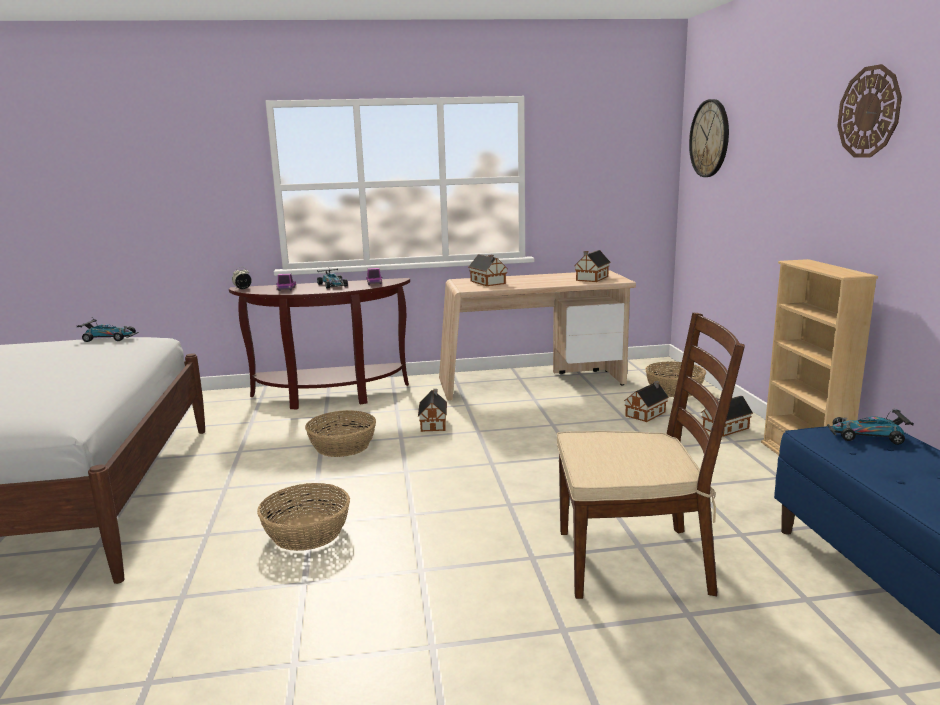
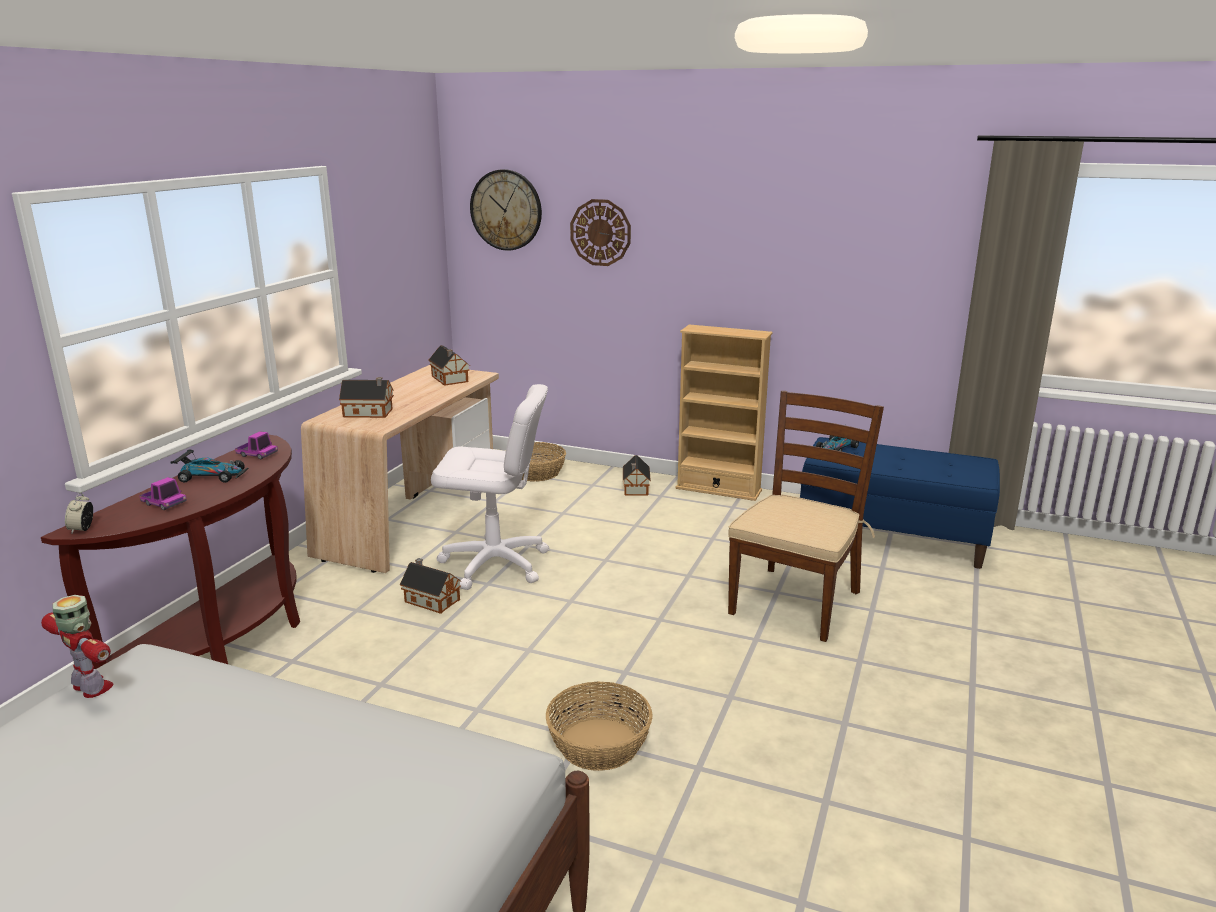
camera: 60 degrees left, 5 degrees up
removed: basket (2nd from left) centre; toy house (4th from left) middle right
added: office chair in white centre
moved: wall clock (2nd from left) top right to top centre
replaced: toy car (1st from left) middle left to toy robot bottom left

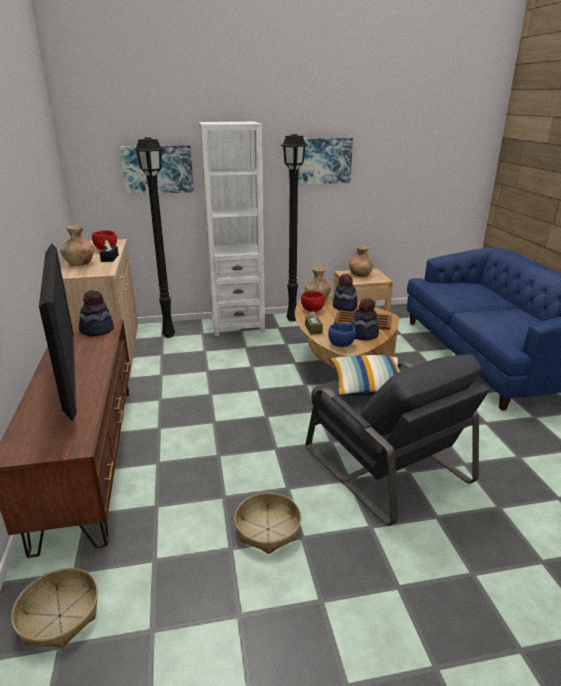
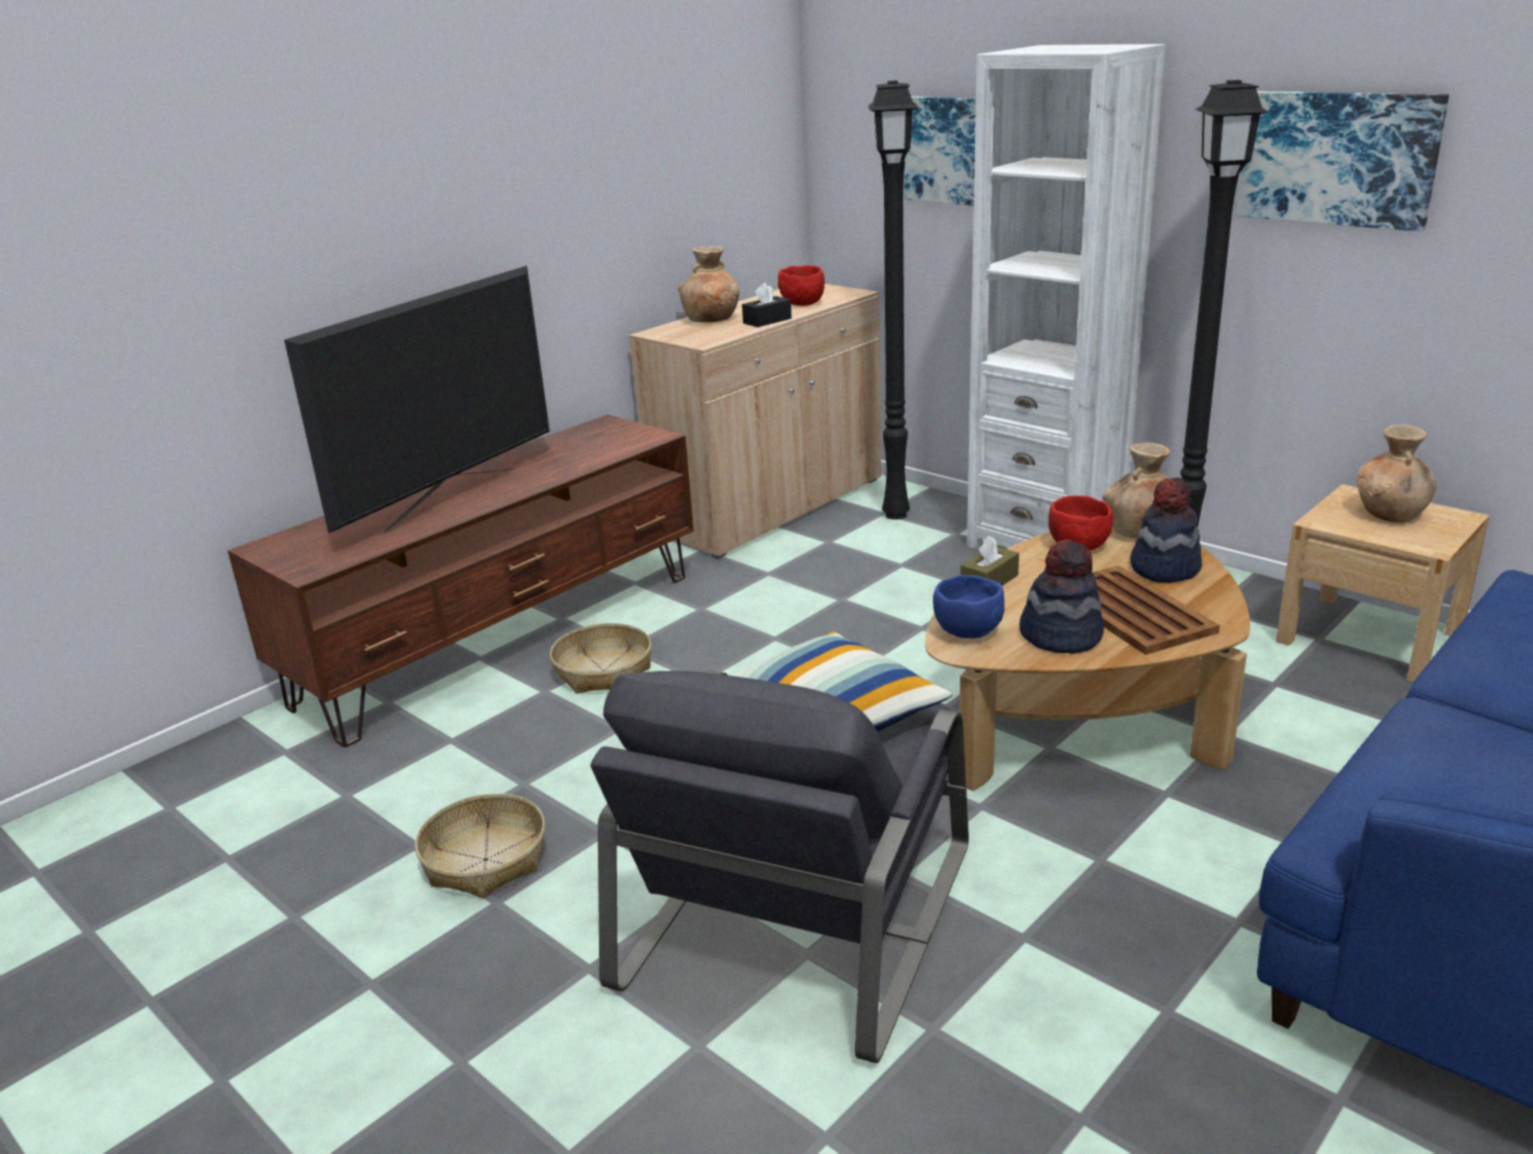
camera: 55 degrees right, 0 degrees up
removed: hat (1st from left) middle left
moved: basket (1st from left in the first image) bottom left to basket (2nd from left) centre

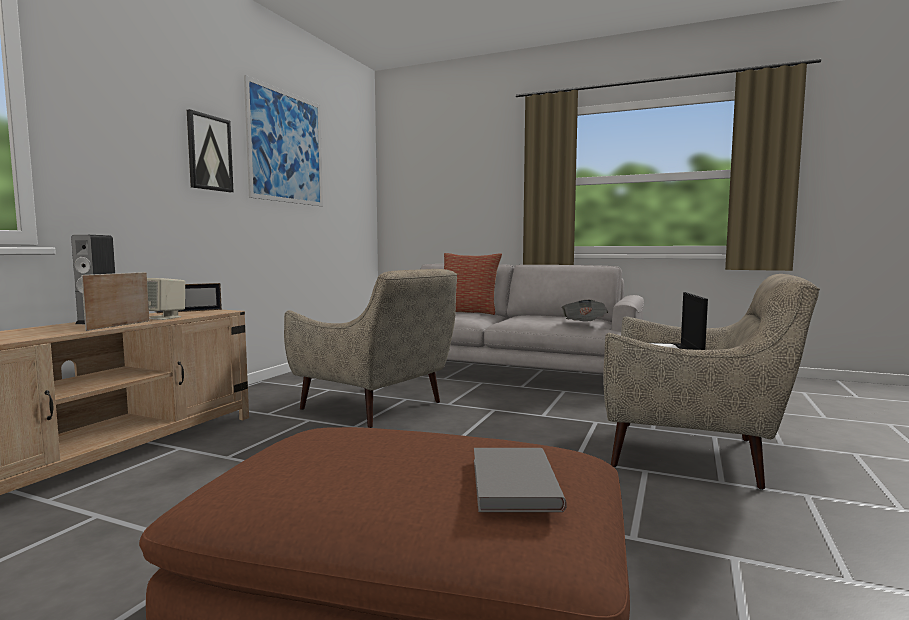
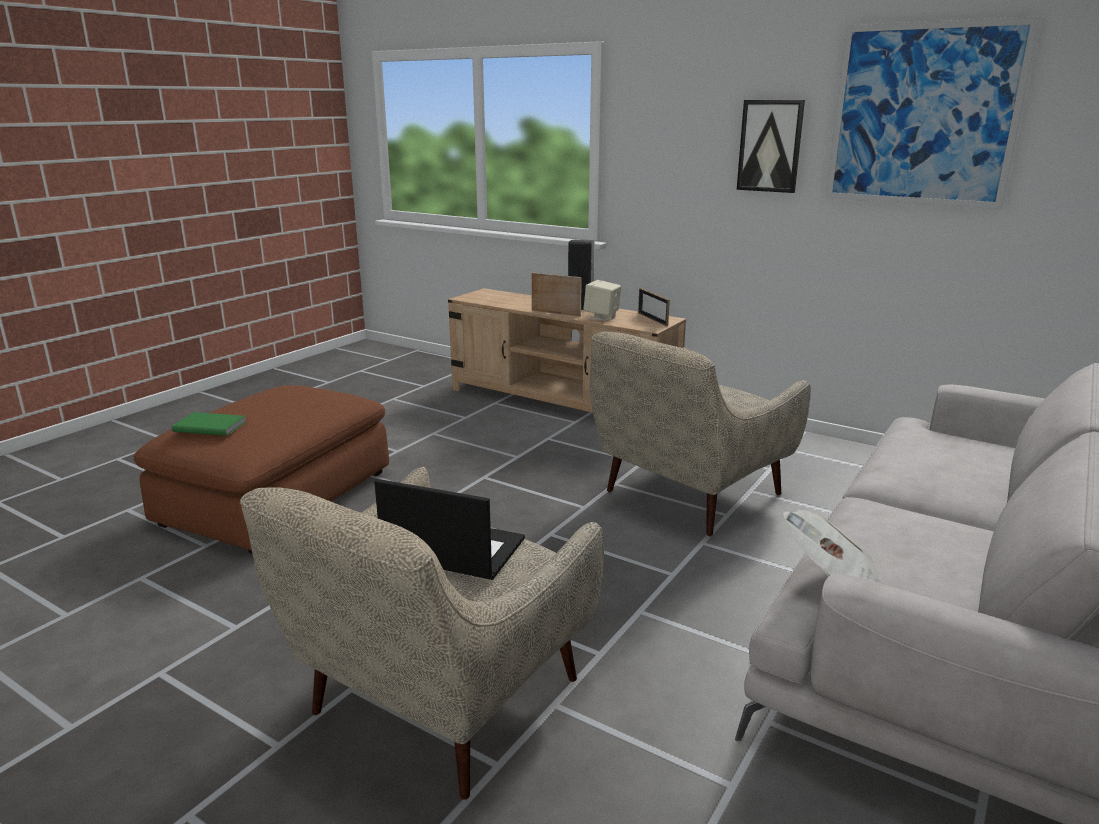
camera: 100 degrees right, 15 degrees up
removed: pillow centre
recoloured: book in grey bottom centre to book in green middle left

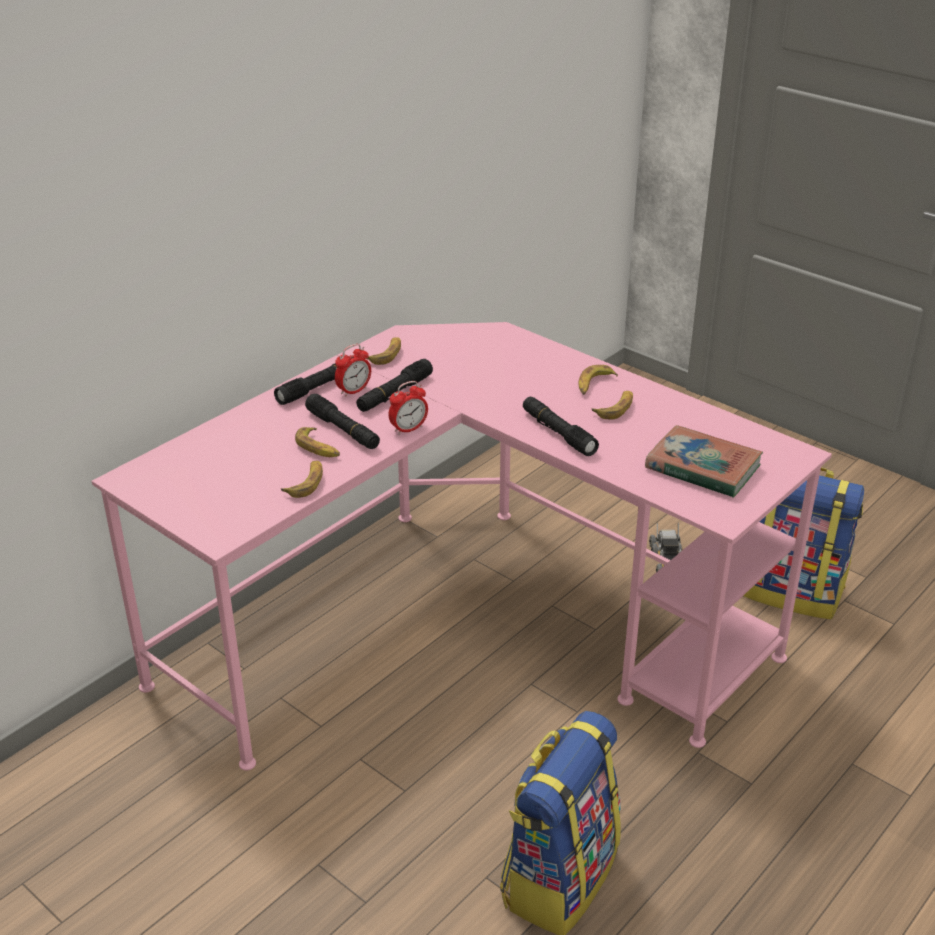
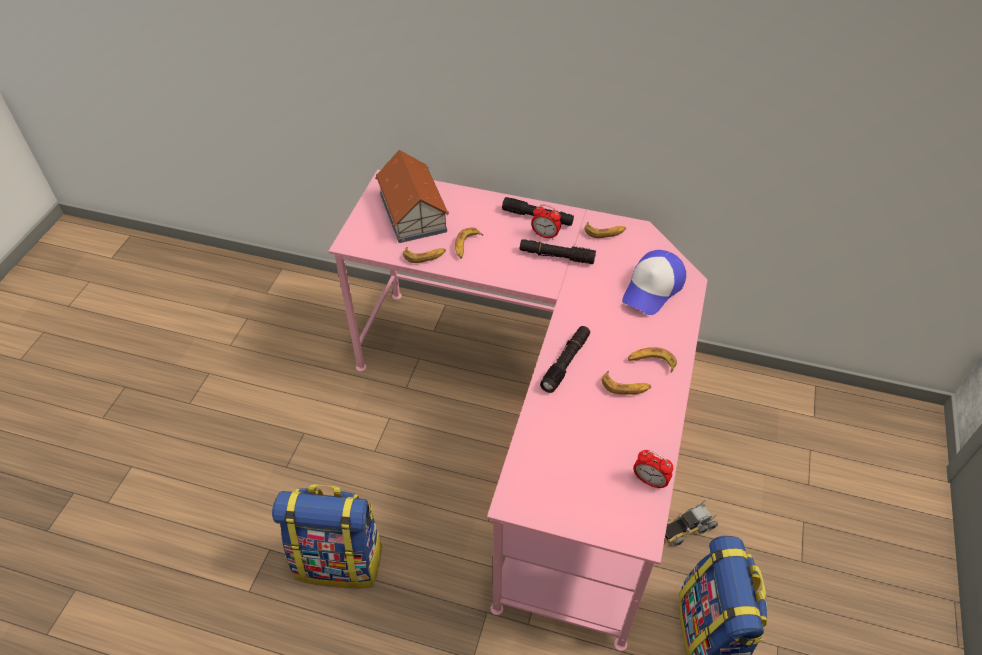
camera: 65 degrees right, 15 degrees up
removed: flashlight in black (2nd from left) centre; book middle right
added: toy house top centre; cap centre
moved: alarm clock (2nd from left) centre to bottom centre

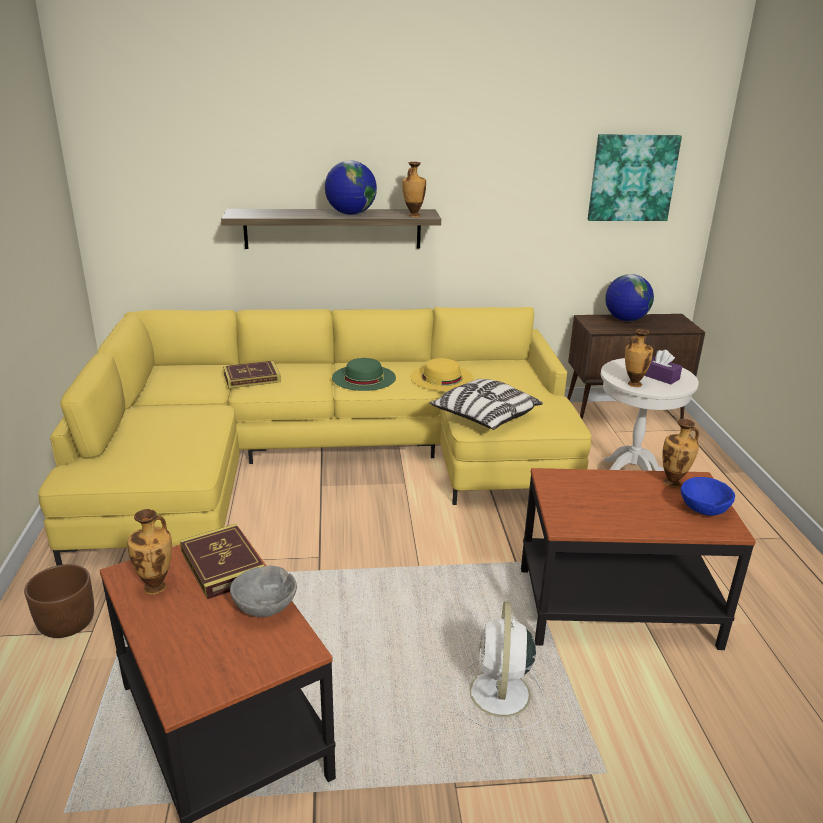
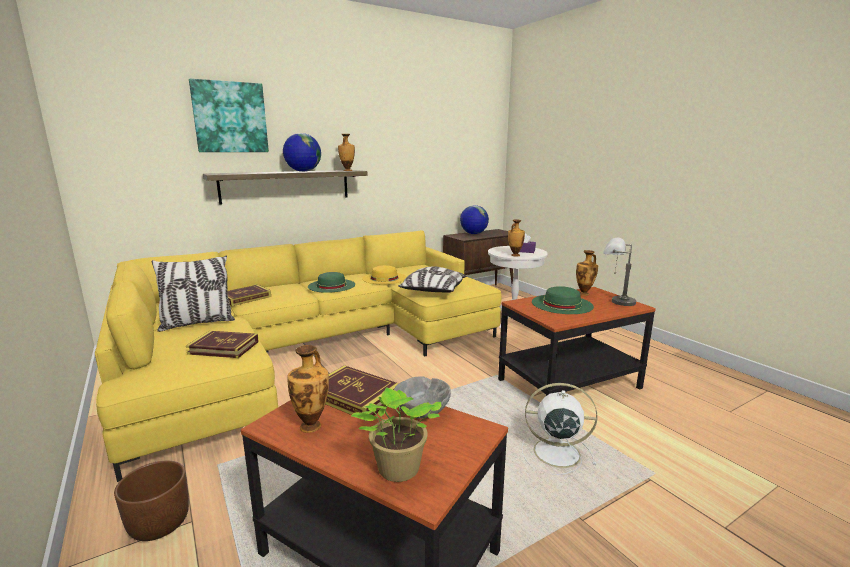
camera: 25 degrees left, 10 degrees down
added: pillow (1st from left) middle left; book (1st from left) middle left; potted plant bottom centre; hat in green (2nd from left) centre
moved: picture top right to top left
replaced: bowl in blue middle right to table lamp in grey middle right
turned: fan in white bottom centre = bottom centre 120 degrees clockwise

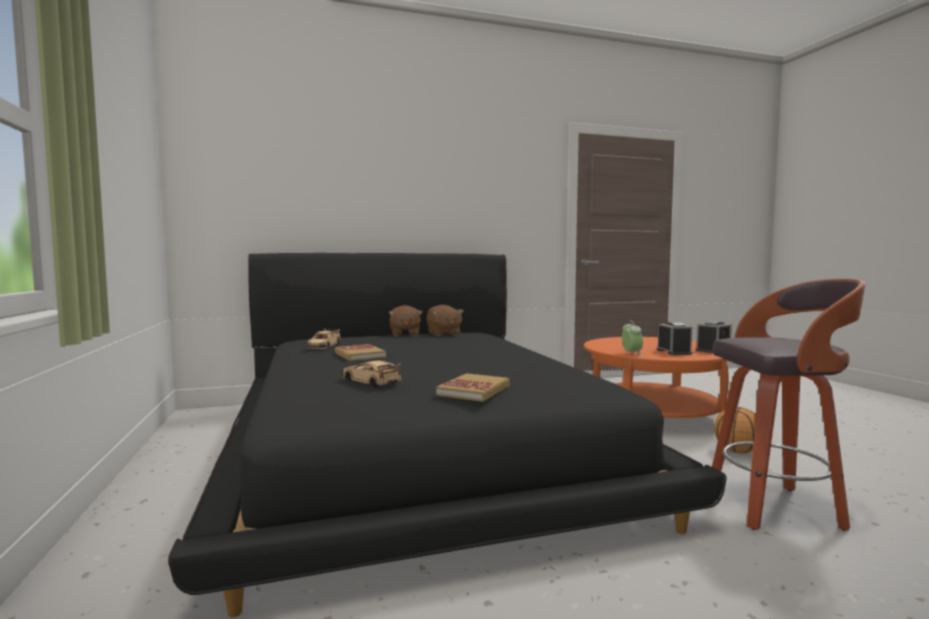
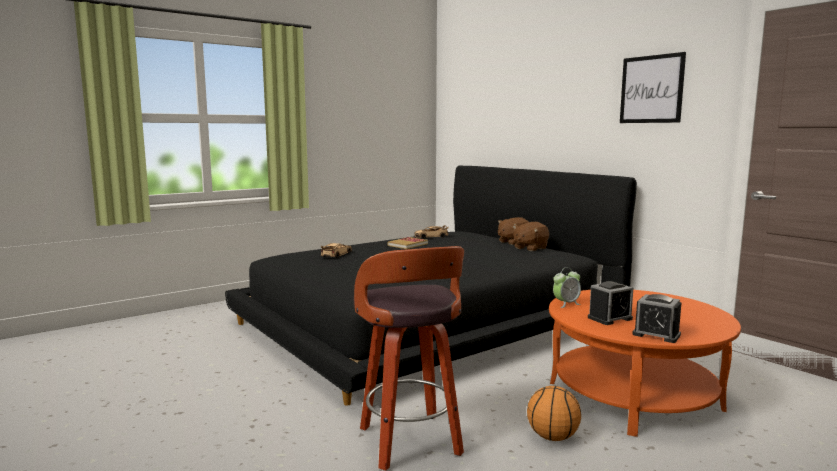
camera: 70 degrees right, 5 degrees up
removed: book (2nd from left) centre
added: picture top right

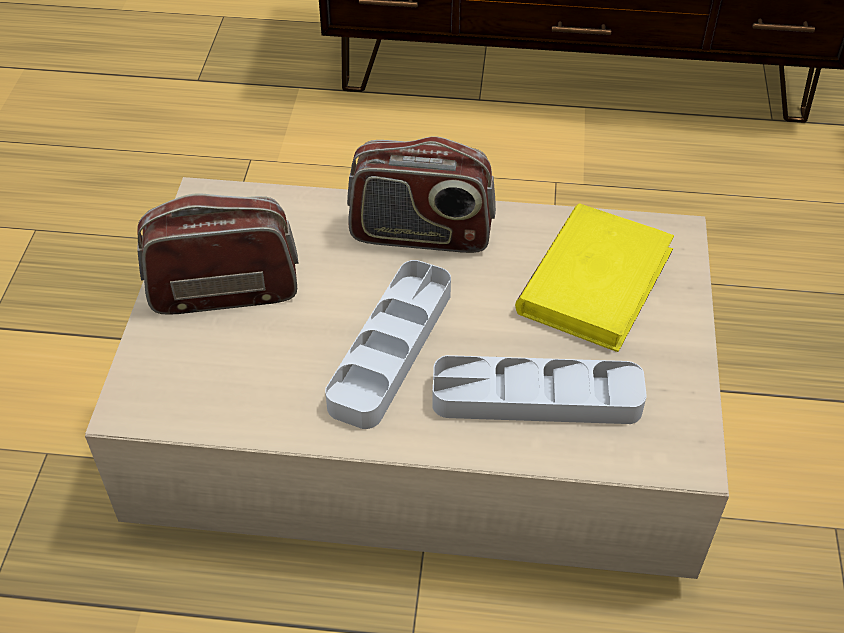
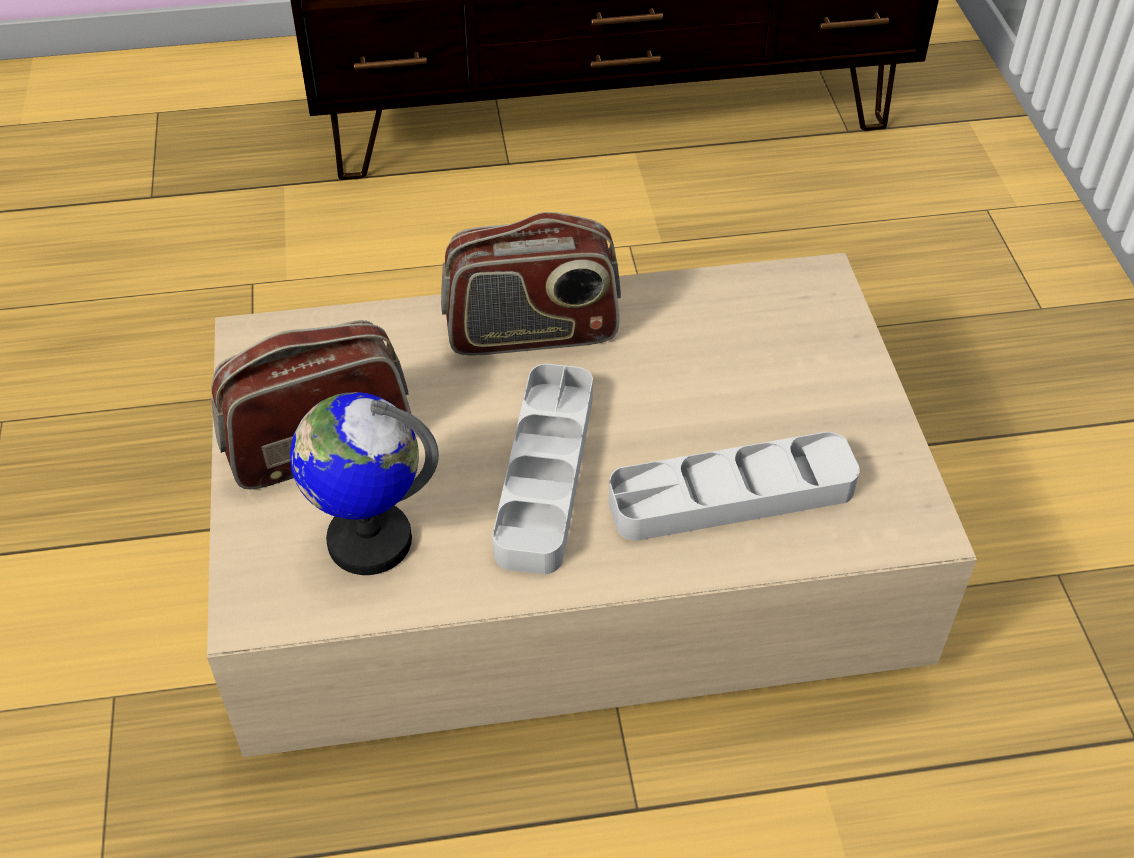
camera: 15 degrees left, 0 degrees up
removed: book in yellow middle right
added: globe middle left

